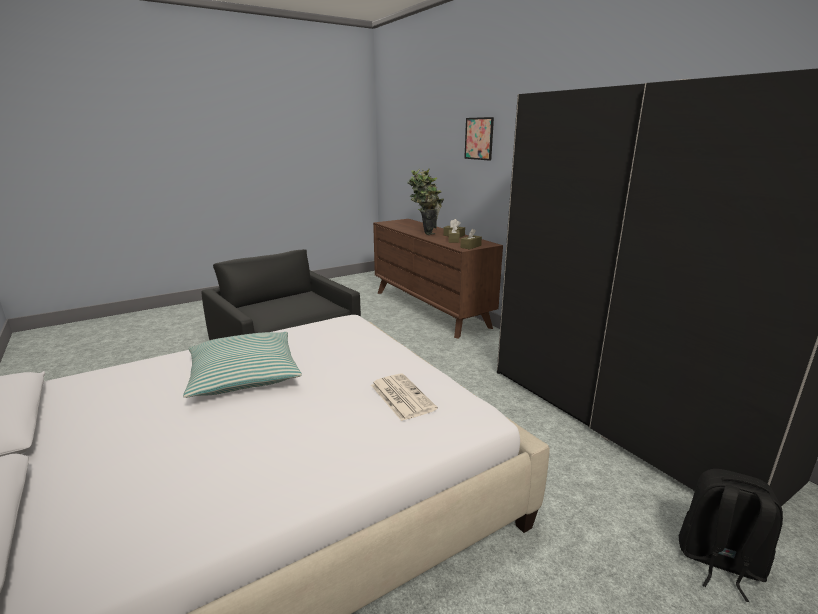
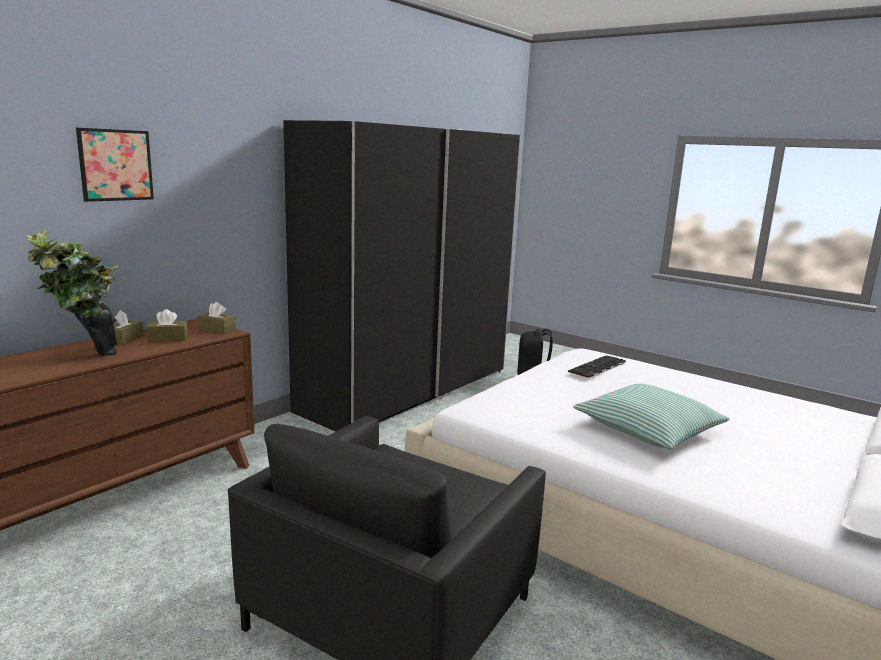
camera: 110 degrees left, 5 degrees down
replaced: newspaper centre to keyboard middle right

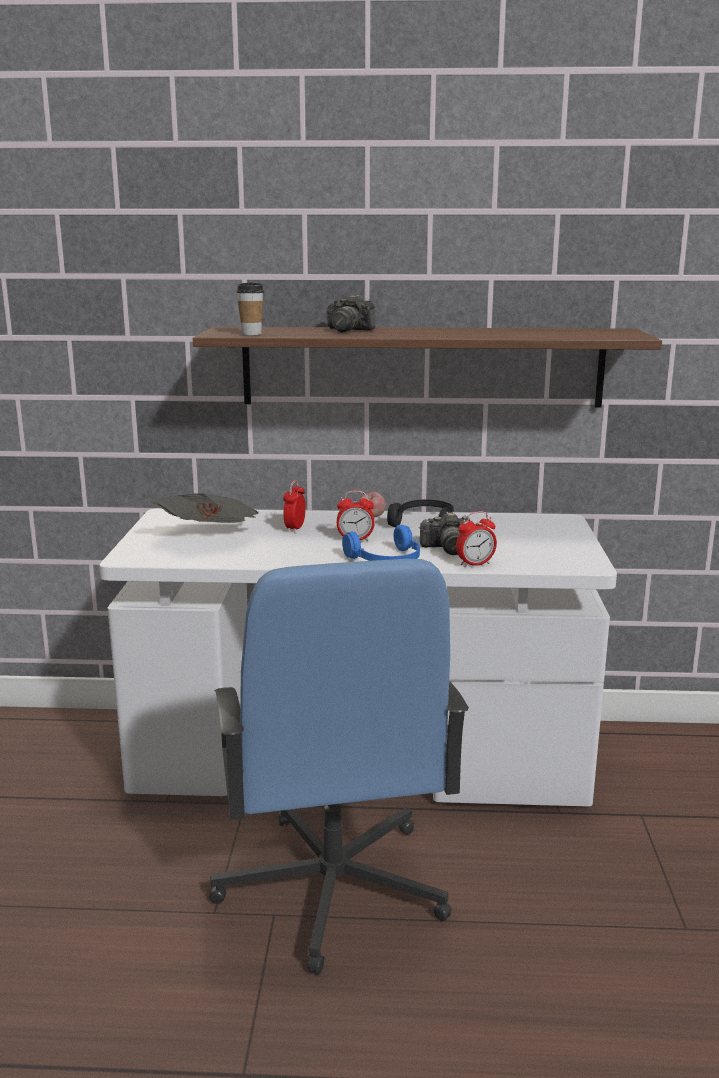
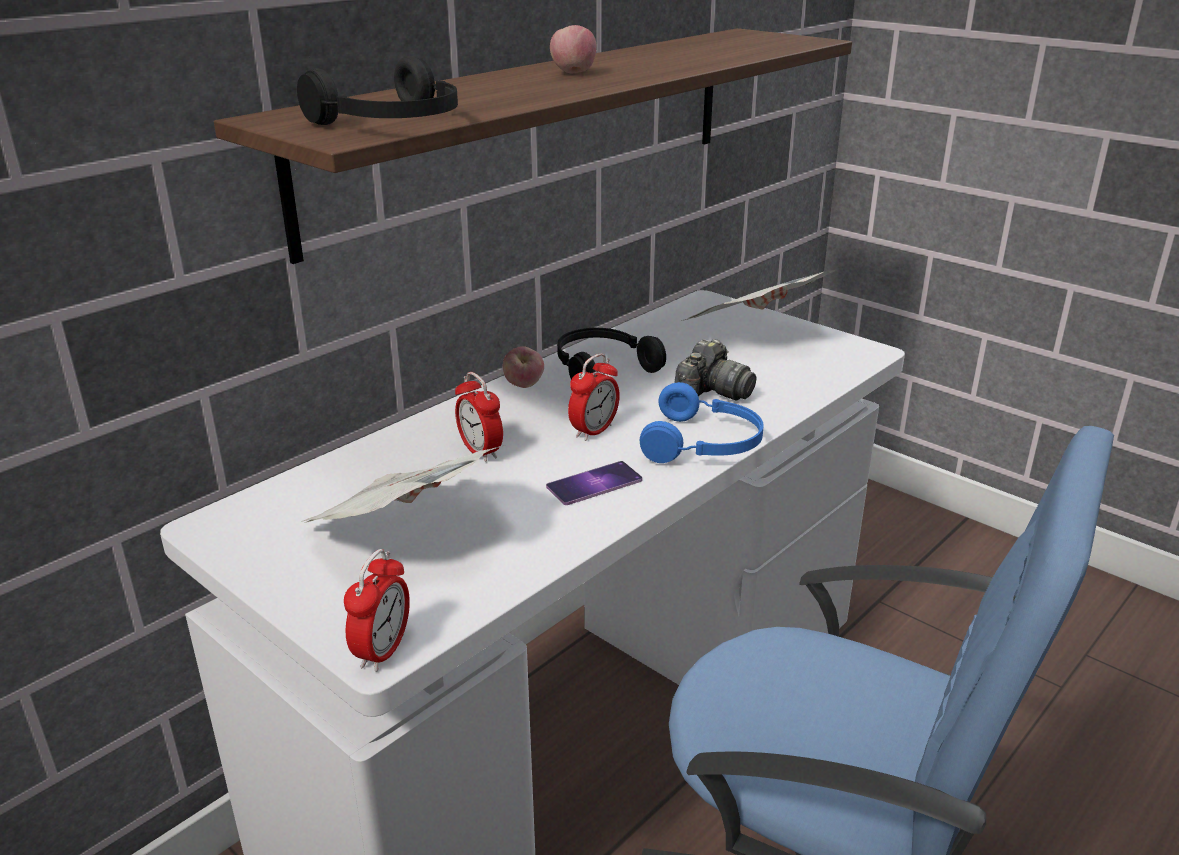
camera: 50 degrees left, 10 degrees up
removed: photo camera (1st from left) top centre
added: phone centre; apple (2nd from left) top centre; newspaper (2nd from left) centre
moved: alarm clock (3rd from left in the first image) centre to alarm clock (1st from left) bottom left
replaced: cup top centre to headphones in black (1st from left) top left

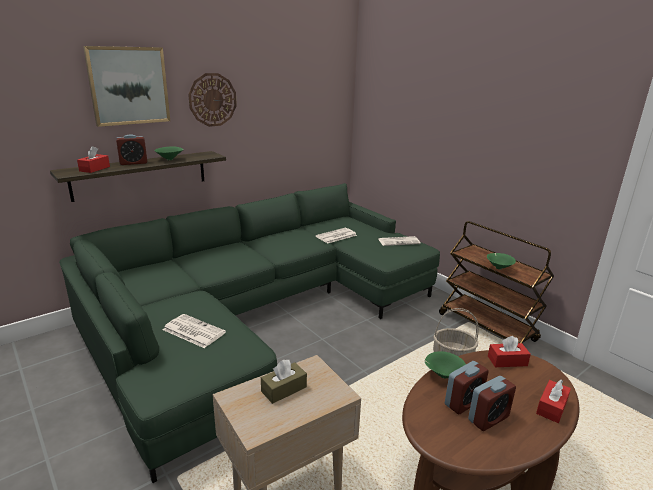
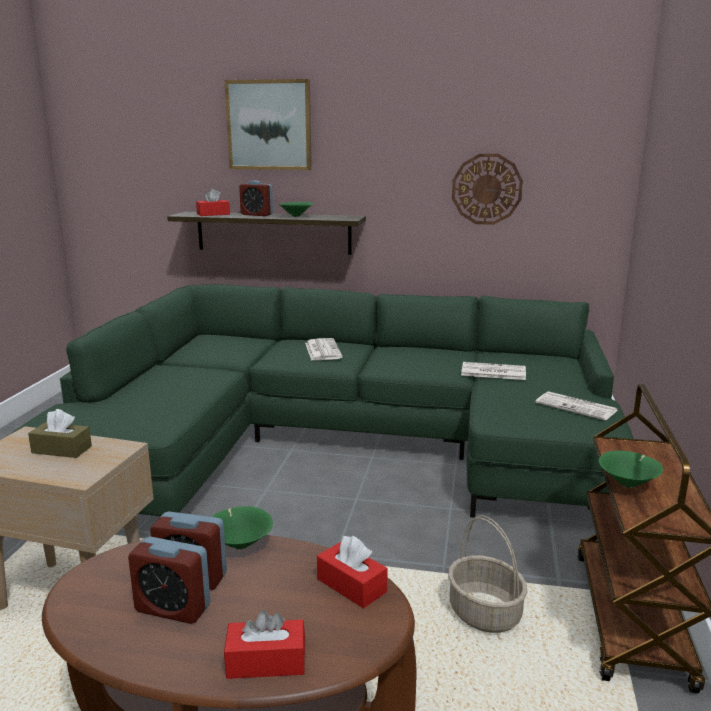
camera: 50 degrees right, 5 degrees down
moved: newspaper (1st from left) bottom left to centre; wall clock top left to top right

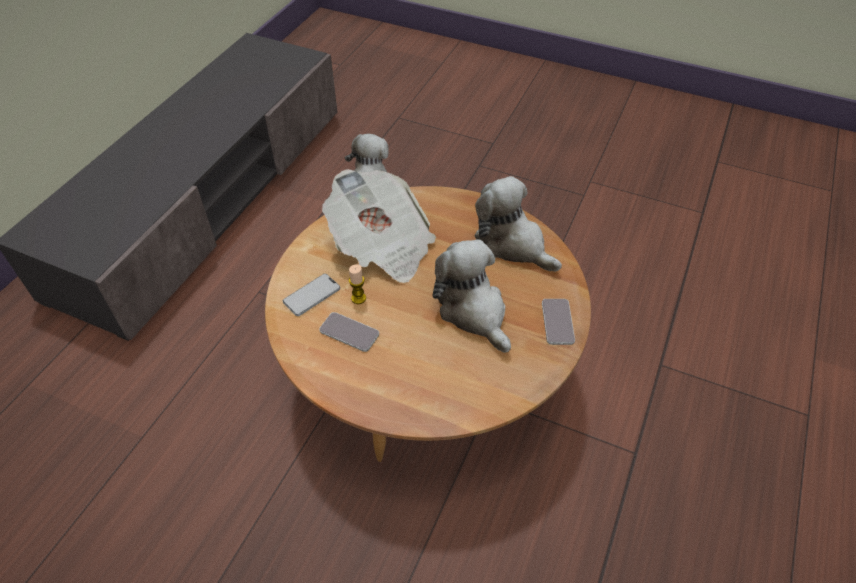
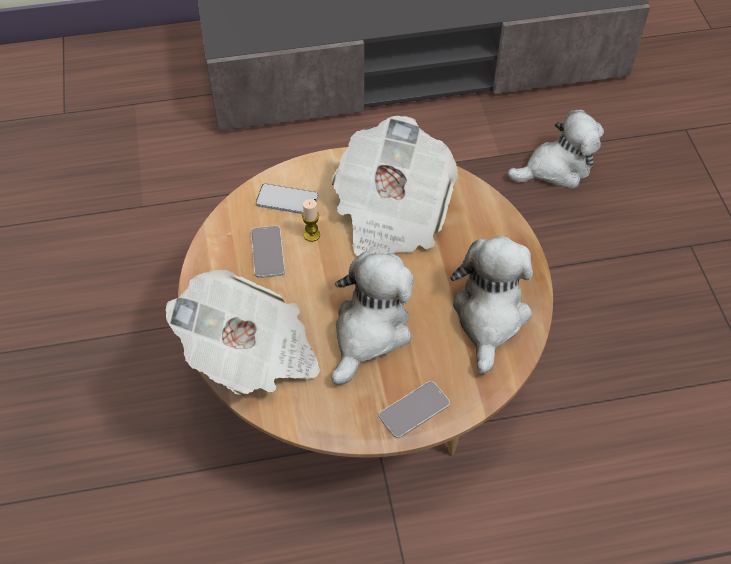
camera: 55 degrees right, 5 degrees up
added: newspaper (1st from left) middle left

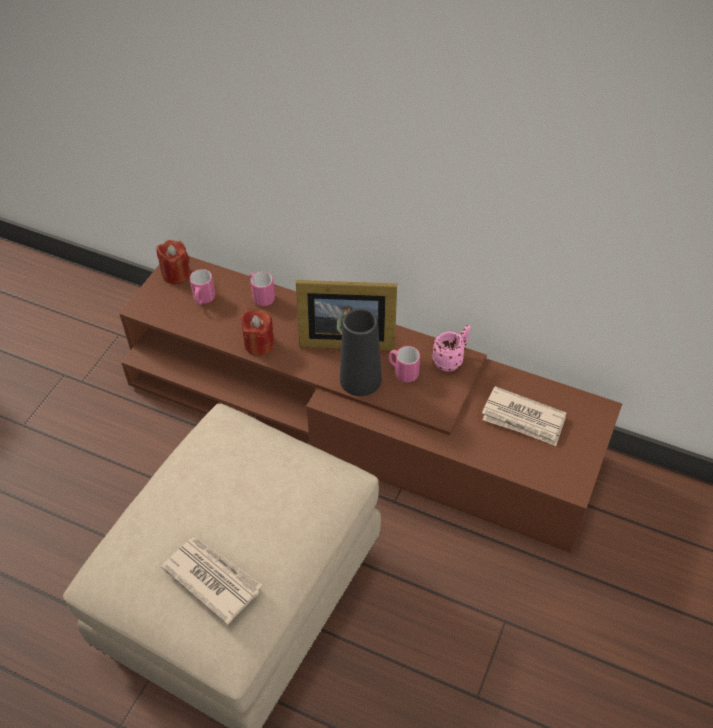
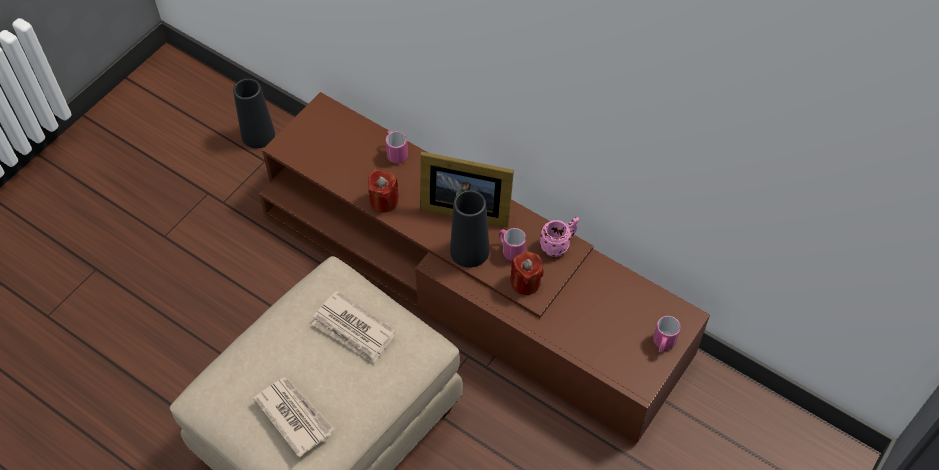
camera: 10 degrees right, 5 degrees up
added: vase in black (1st from left) top left
moved: candle in red (1st from left in the first image) middle left to candle in red (2nd from left) centre; mug in pink (1st from left in the first image) middle left to mug in pink (4th from left) bottom right; newspaper (2nd from left) middle right to bottom centre

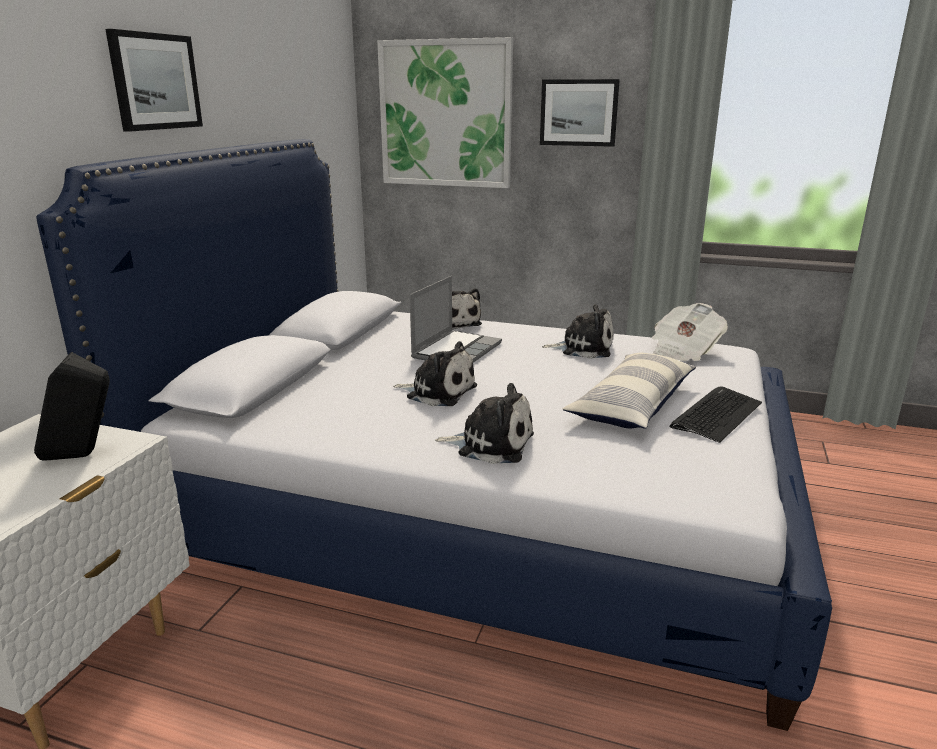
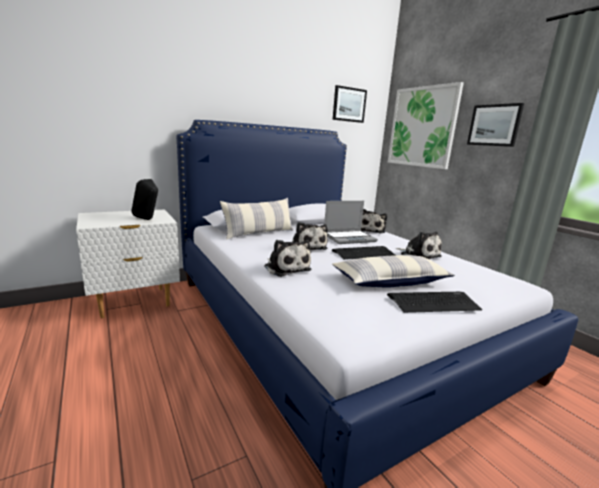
camera: 40 degrees right, 5 degrees down
removed: newspaper middle right
added: pillow (1st from left) centre; keyboard (1st from left) centre
moved: picture (1st from left) top left to top centre

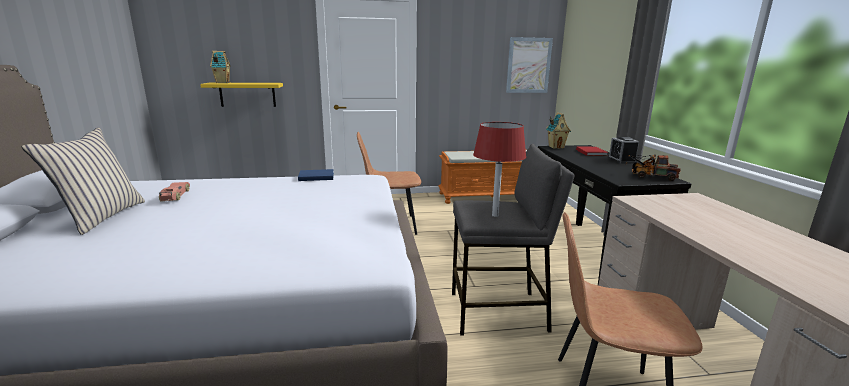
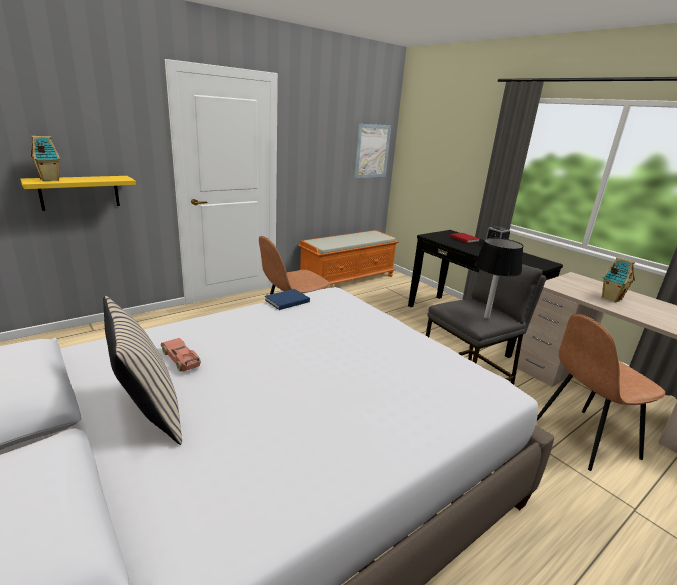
camera: 30 degrees left, 5 degrees up
removed: toy truck middle right
moved: toy house (2nd from left) centre to middle right
recoloured: table lamp in red centre to table lamp in black middle right

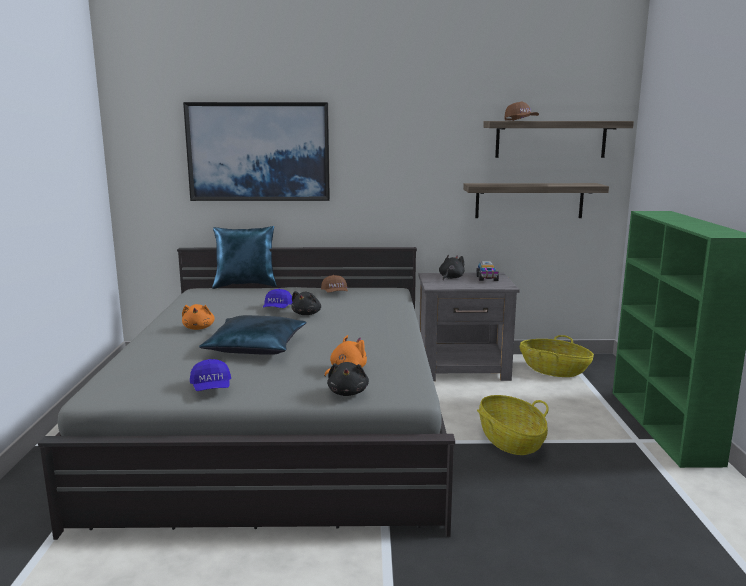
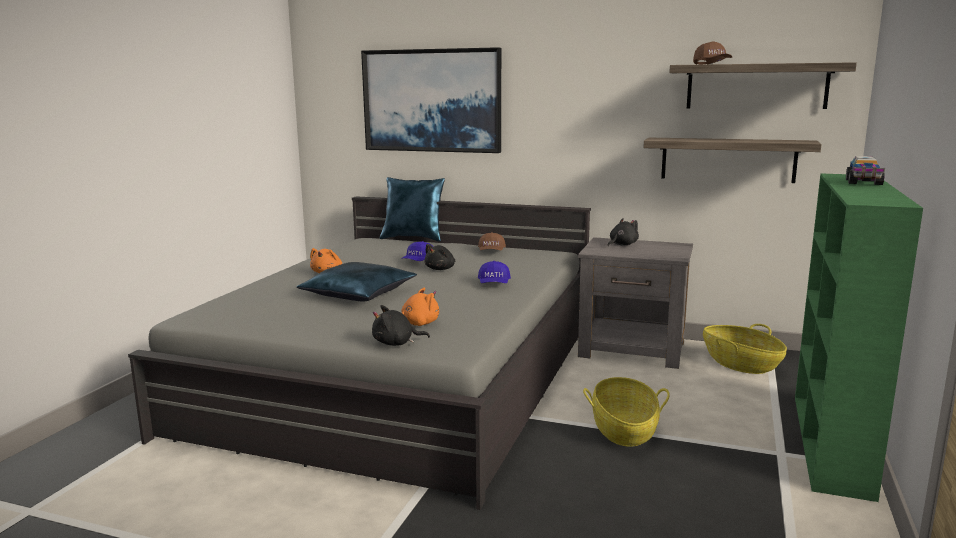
camera: 20 degrees right, 0 degrees up
moved: cap in blue (1st from left in the first image) middle left to cap in blue (2nd from left) centre; toy truck centre to top right
turned: plush toy in black (2nd from left in the first image) centre = centre 60 degrees clockwise

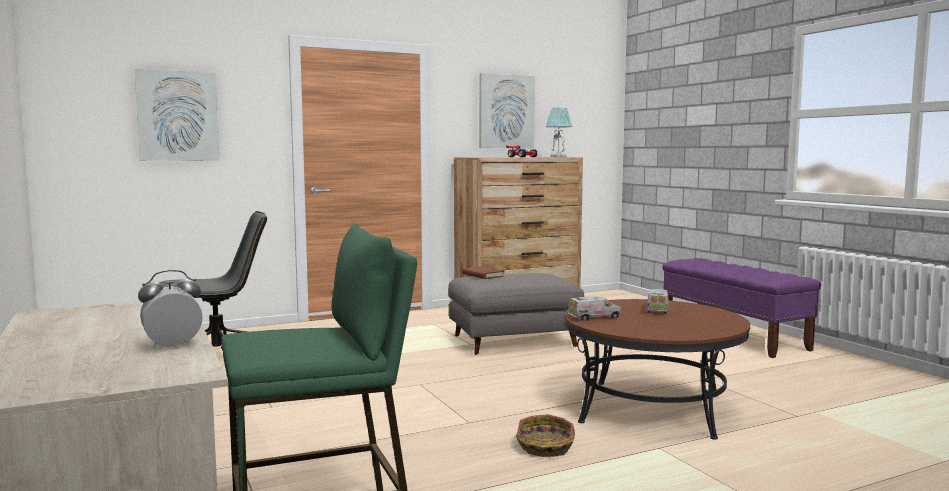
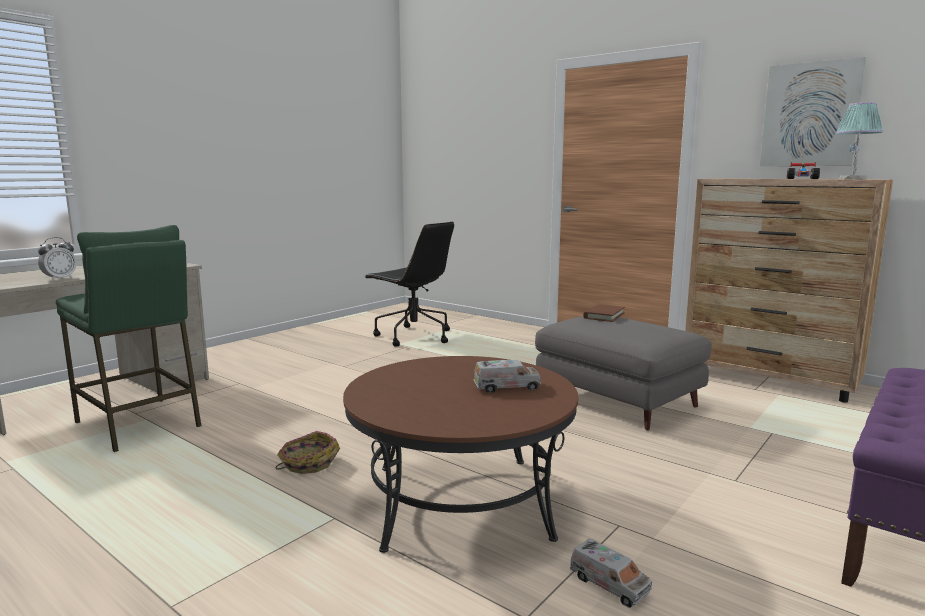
camera: 65 degrees right, 5 degrees up
removed: picture (1st from left) top left
moved: toy truck (1st from left in the first image) centre to toy truck (2nd from left) bottom centre
turned: alarm clock middle left = middle left 90 degrees clockwise

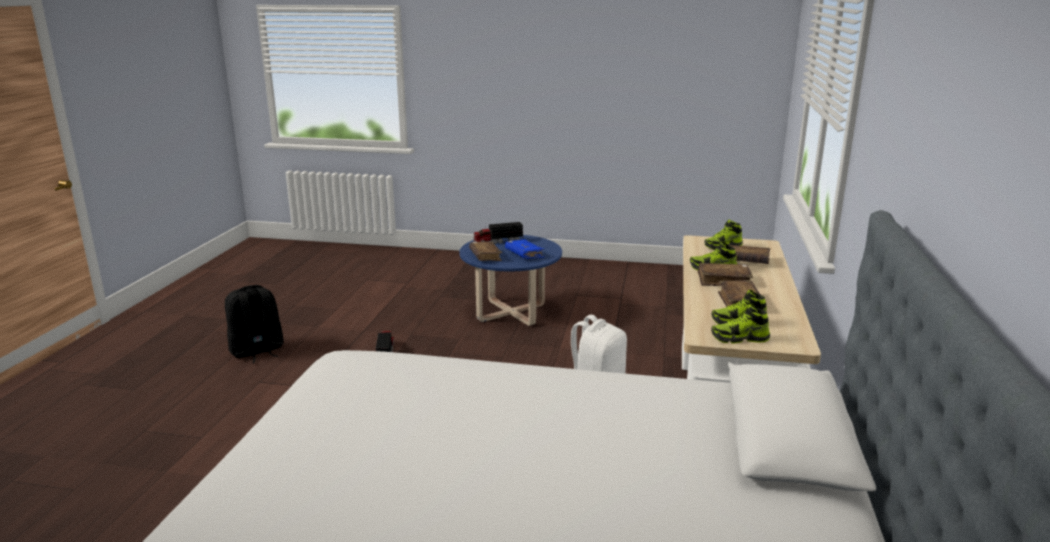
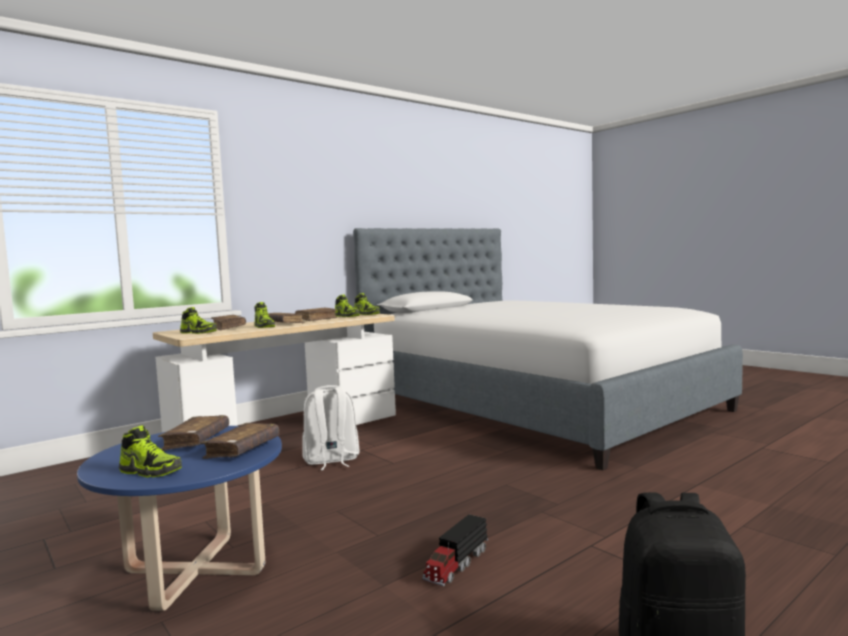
camera: 140 degrees left, 15 degrees down
replaced: toy truck (2nd from left) centre to shoe (1st from left) bottom left
recoloured: book in blue centre to book in brown (1st from left) bottom left

